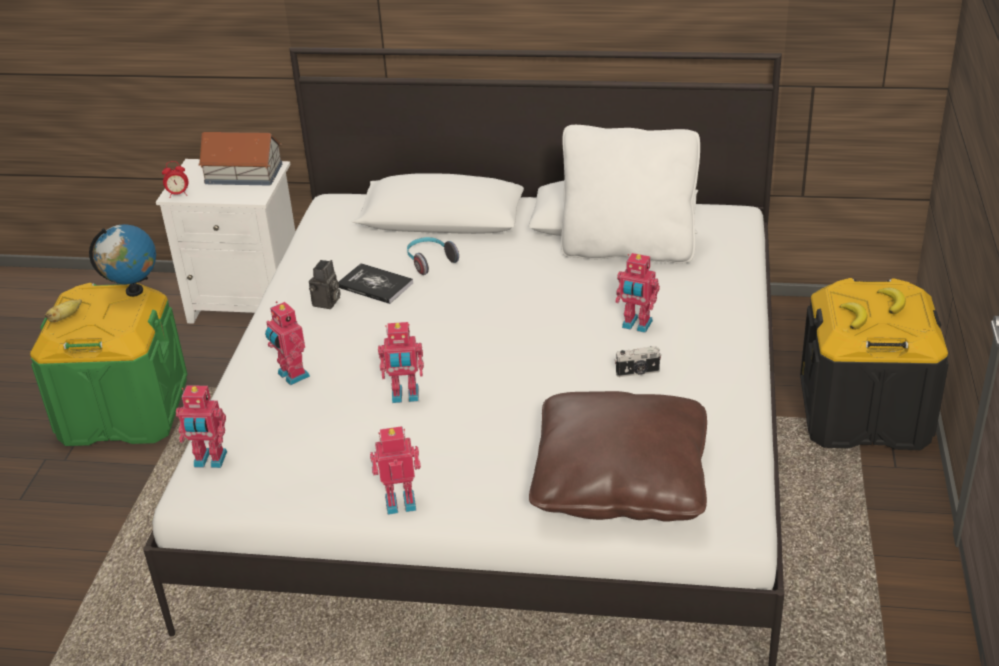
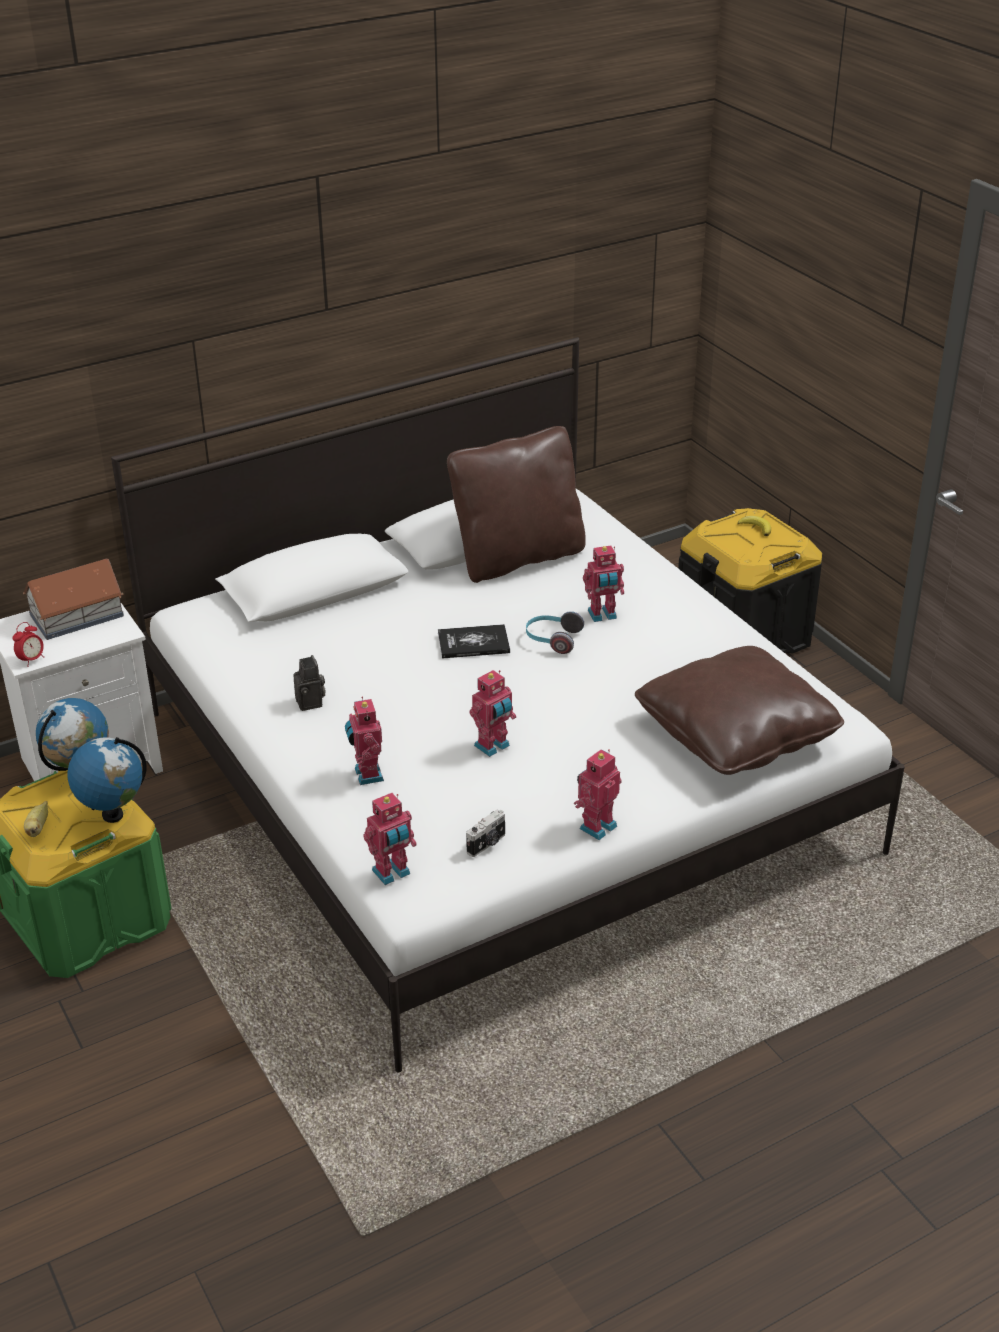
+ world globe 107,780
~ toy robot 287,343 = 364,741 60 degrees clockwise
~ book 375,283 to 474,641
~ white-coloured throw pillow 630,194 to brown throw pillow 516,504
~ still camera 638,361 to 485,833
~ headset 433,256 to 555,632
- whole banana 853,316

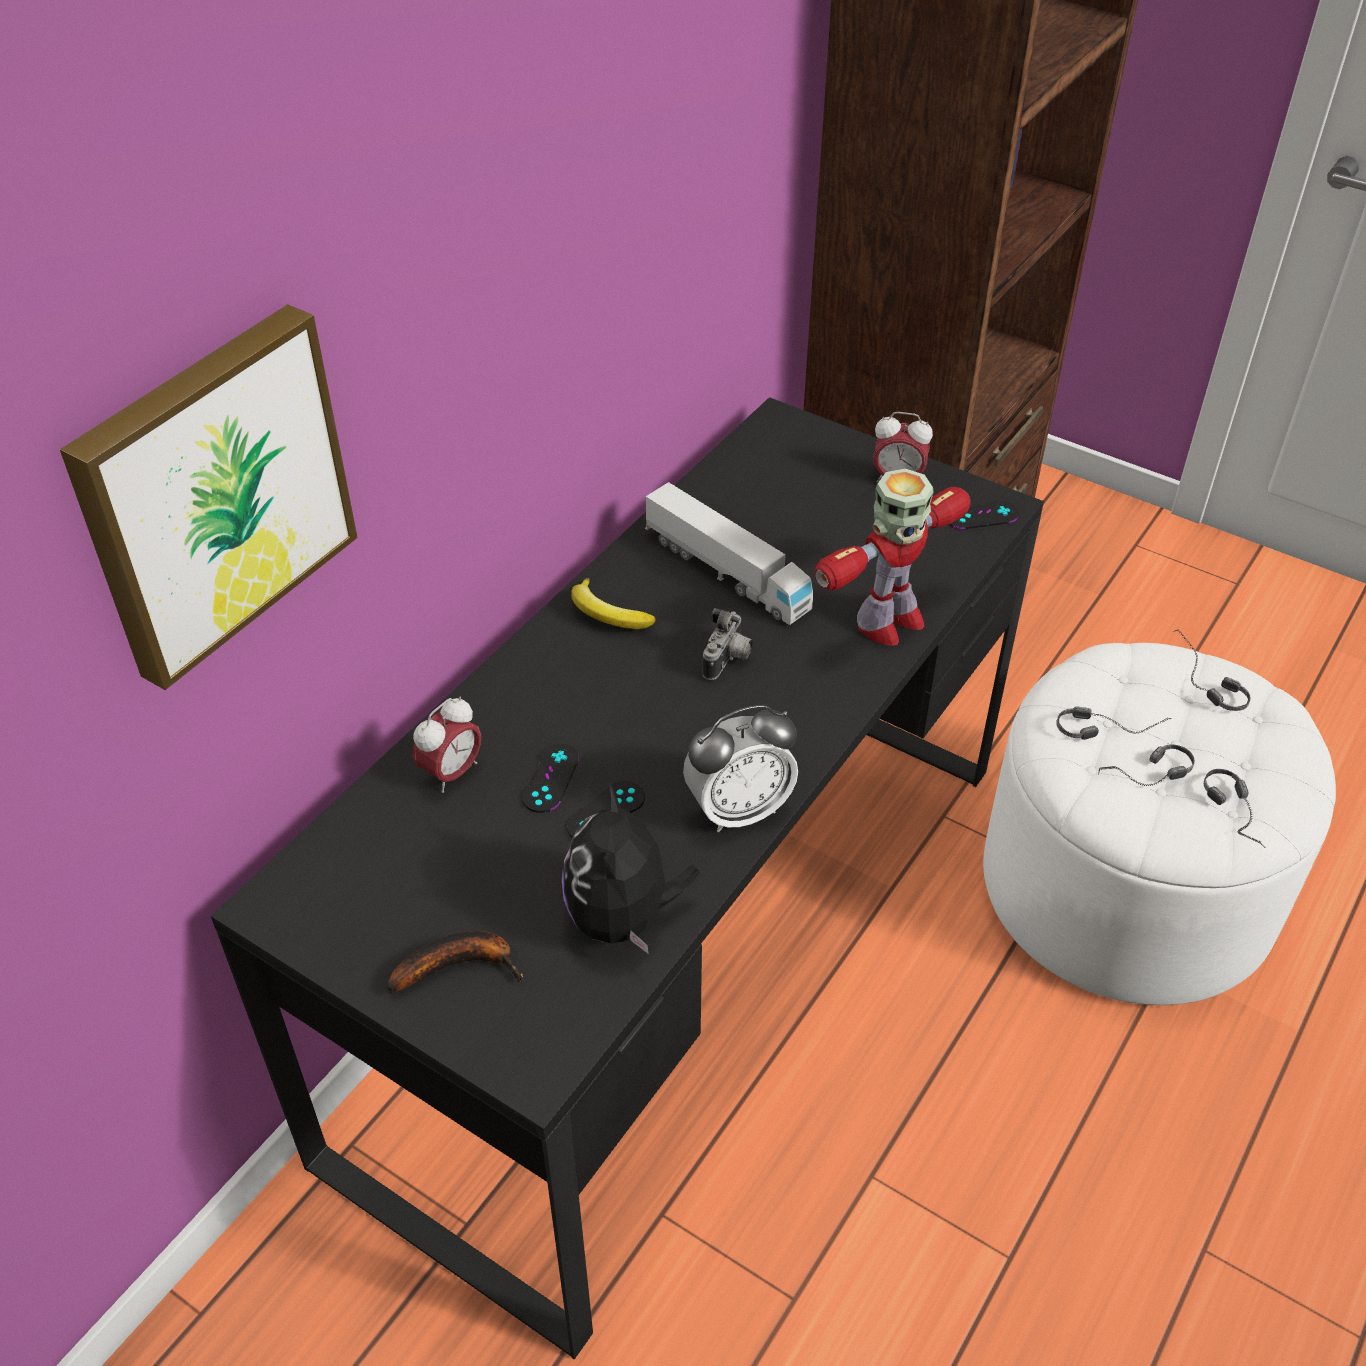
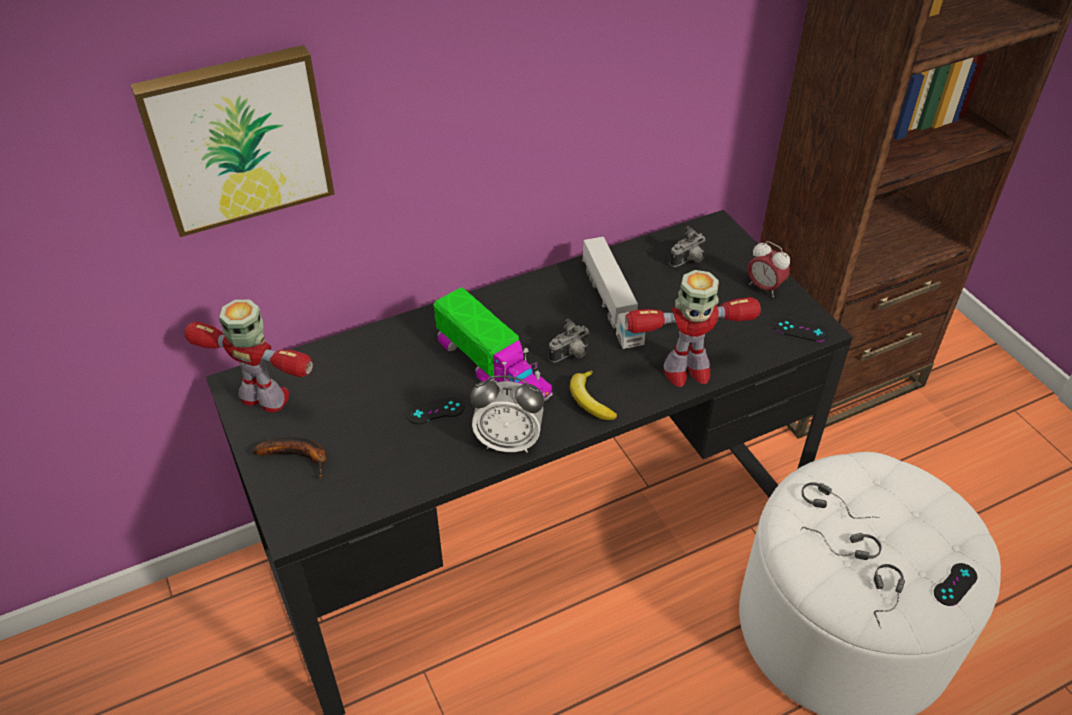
+ toy robot 248,355
+ toy truck 493,344
~ whole banana 613,603 to 593,395
+ still camera 688,246
~ black-coloured gamepad 550,778 to 956,584
- bedside clock 447,745
- plush toy 630,868
- headset 1212,670

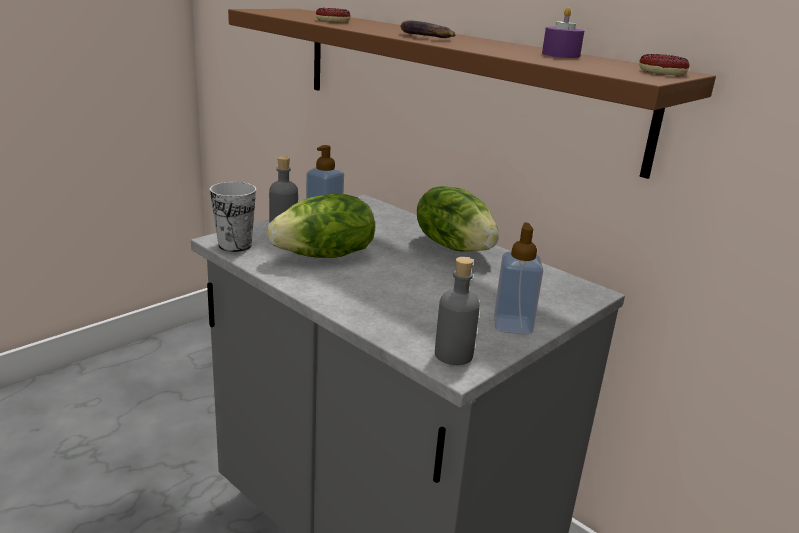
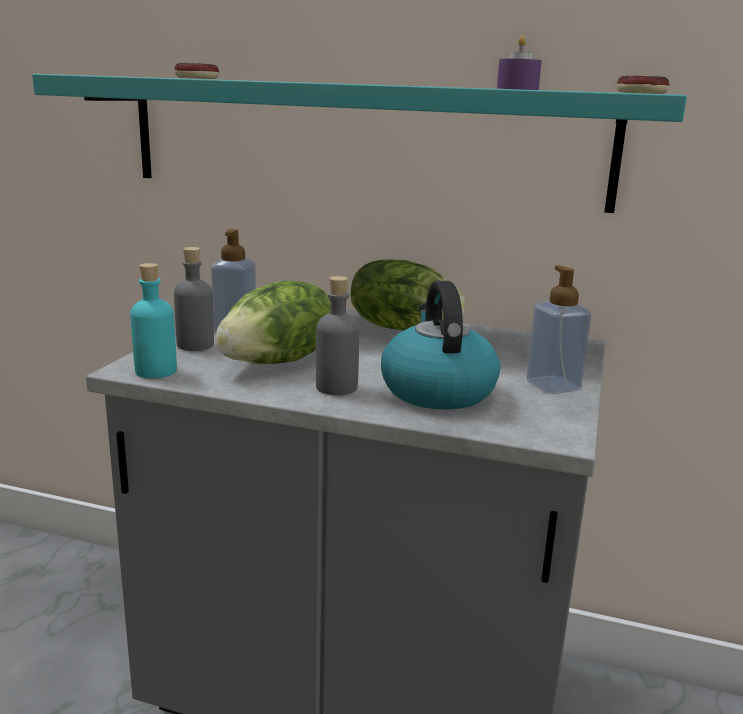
~ brown shelf 472,94 to turquoise-coloured shelf 359,143
~ small cup 233,217 to turquoise-coloured drink bottle 153,320
~ gray drink bottle 457,311 to 337,335
+ water kettle 440,345
- whole banana 428,29

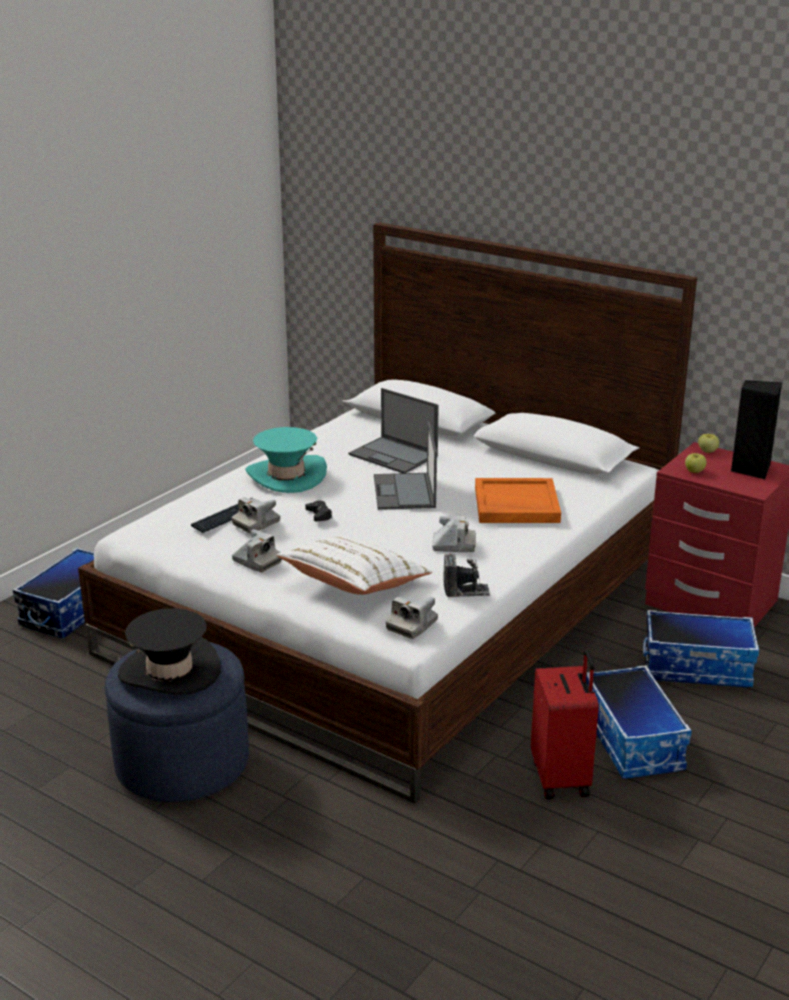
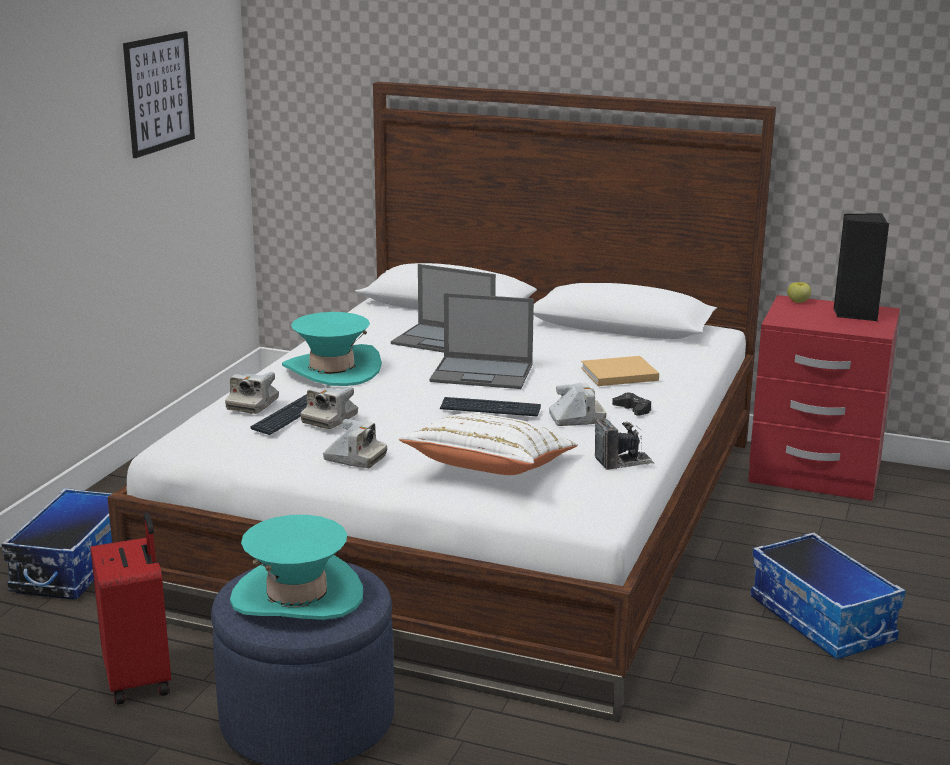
~ reddish piece of luggage 565,724 to 131,608
+ wall art 159,94
~ still camera 412,618 to 252,393
~ black-coloured clothing hat 169,651 to turquoise-coloured clothing hat 296,567
~ notebook computer 405,465 = 481,341 60 degrees counterclockwise
+ keyboard 490,407
~ orange-coloured serving tray 518,500 to beige-coloured book 620,371
~ black-coloured gamepad 318,510 to 631,404
- storage container 701,648
- apple fruit 695,463

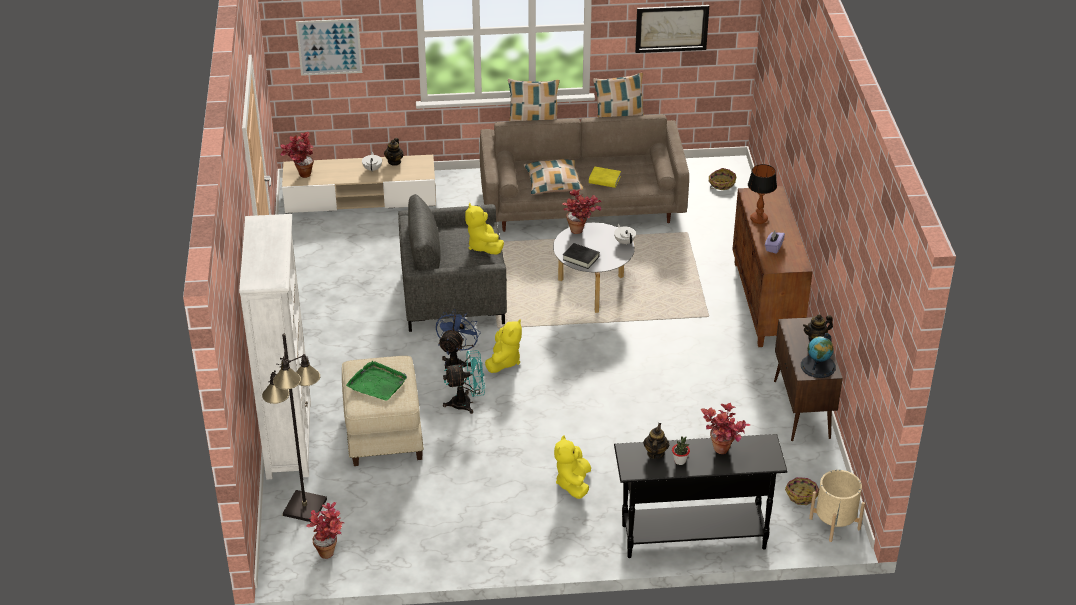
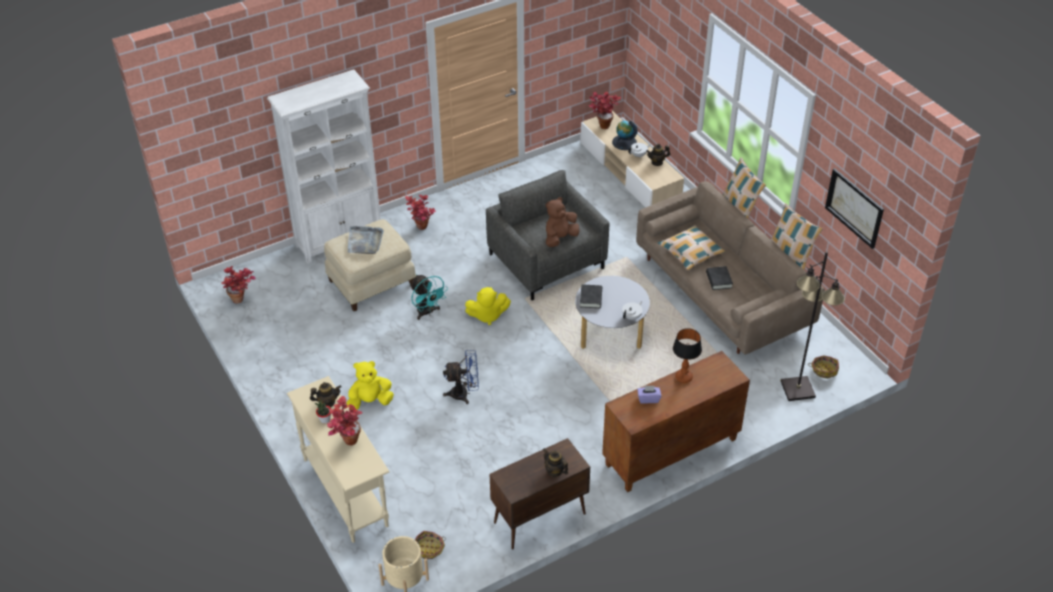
~ black-coloured narrow table 701,496 to beige-coloured narrow table 338,459
~ green-coloured serving tray 376,381 to gray serving tray 366,240
~ houseplant 582,211 to 420,212
~ bluish cooling fan 458,339 to 461,377
~ yellow-coloured plush toy 484,228 to brown plush toy 562,222
~ world globe 818,355 to 625,135
~ yellow-coloured book 605,177 to black-coloured book 719,278
~ black-coloured floor lamp 294,428 to 813,326
- wall art 329,47

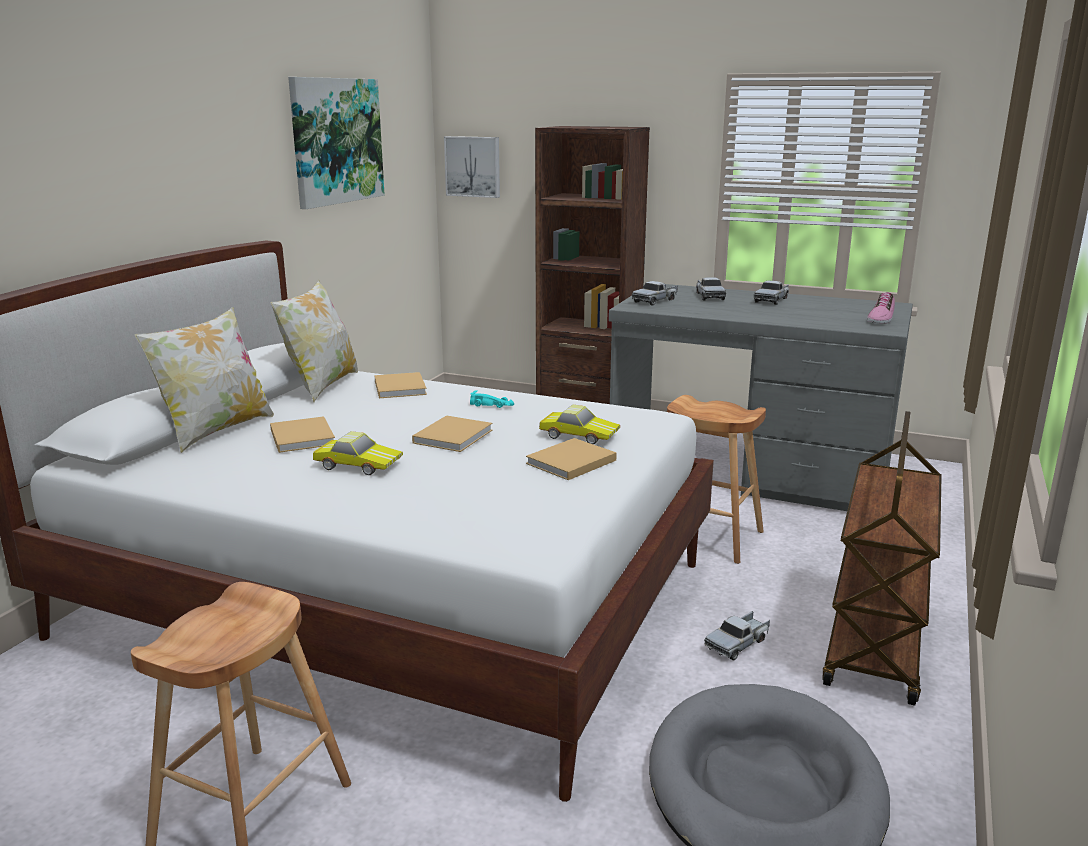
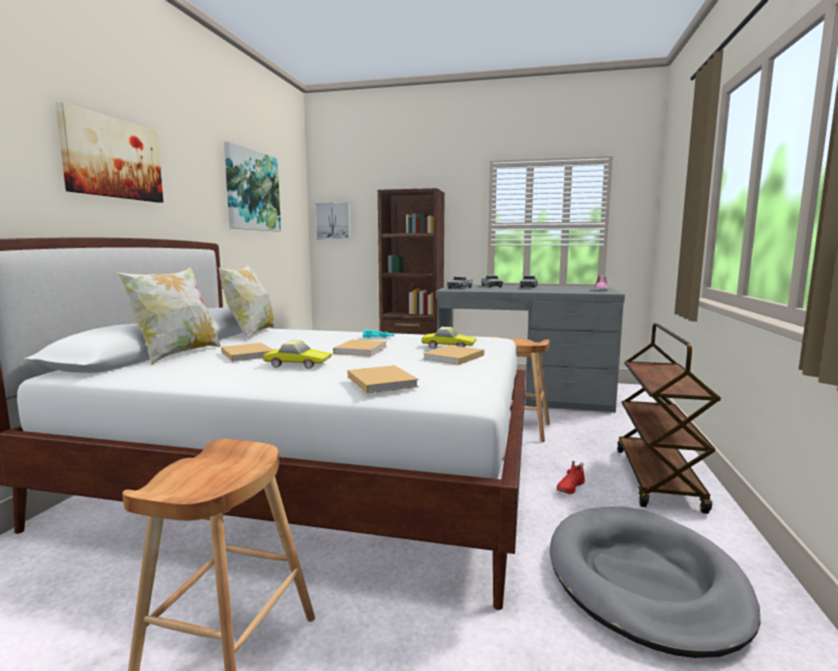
+ wall art 109,152
~ beige-coloured book 400,385 to 383,379
~ toy truck 737,635 to reddish shoe 571,477

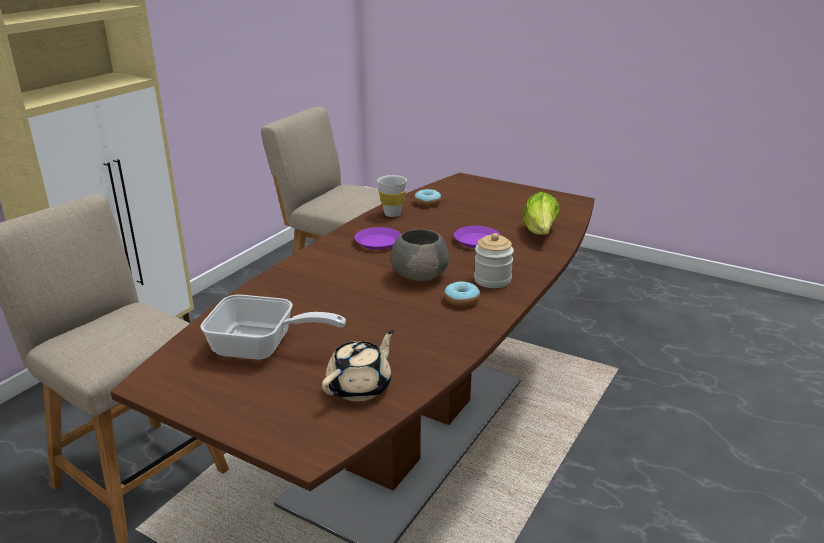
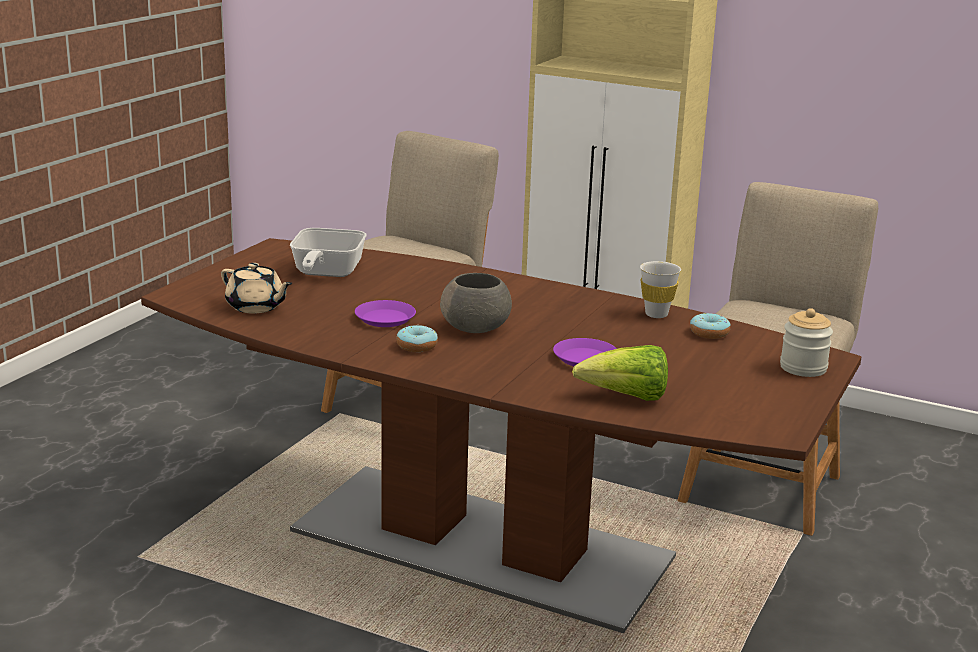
~ purple-coloured plate 377,238 to 385,313
~ preserve jar 494,260 to 806,342

